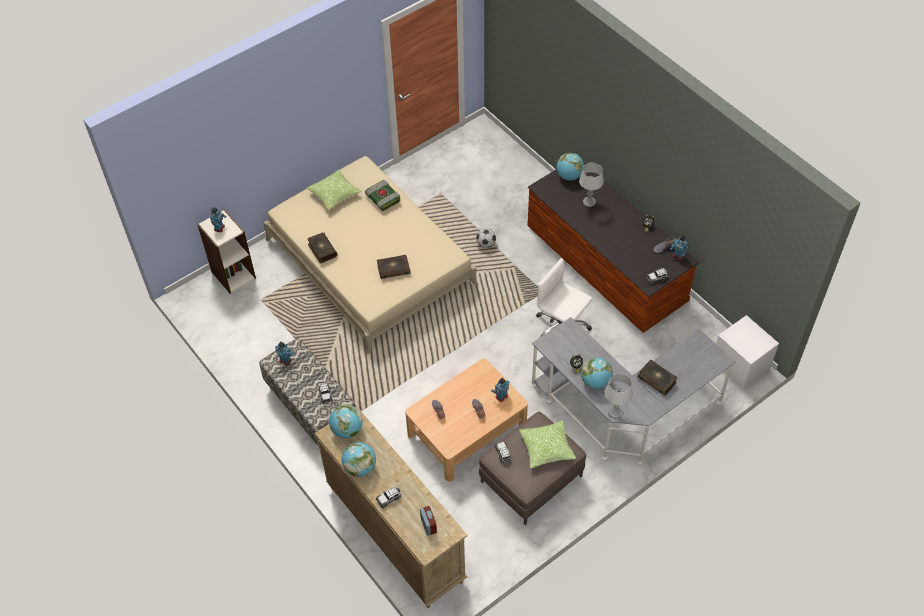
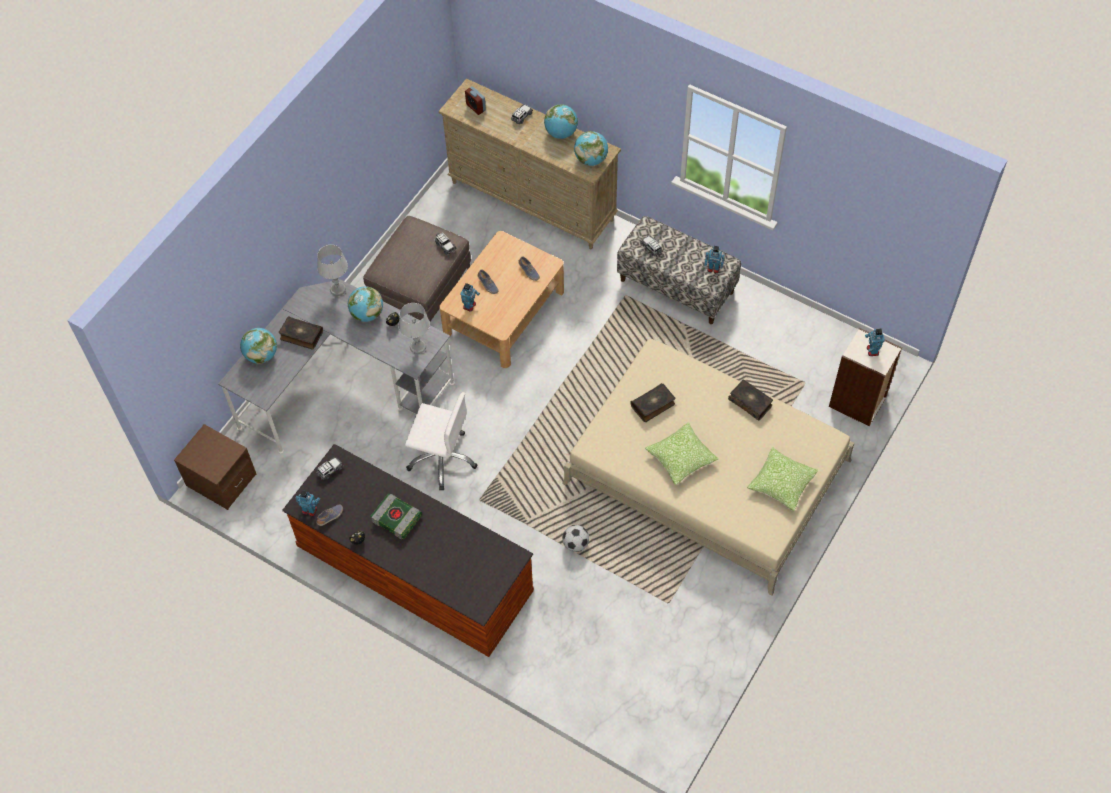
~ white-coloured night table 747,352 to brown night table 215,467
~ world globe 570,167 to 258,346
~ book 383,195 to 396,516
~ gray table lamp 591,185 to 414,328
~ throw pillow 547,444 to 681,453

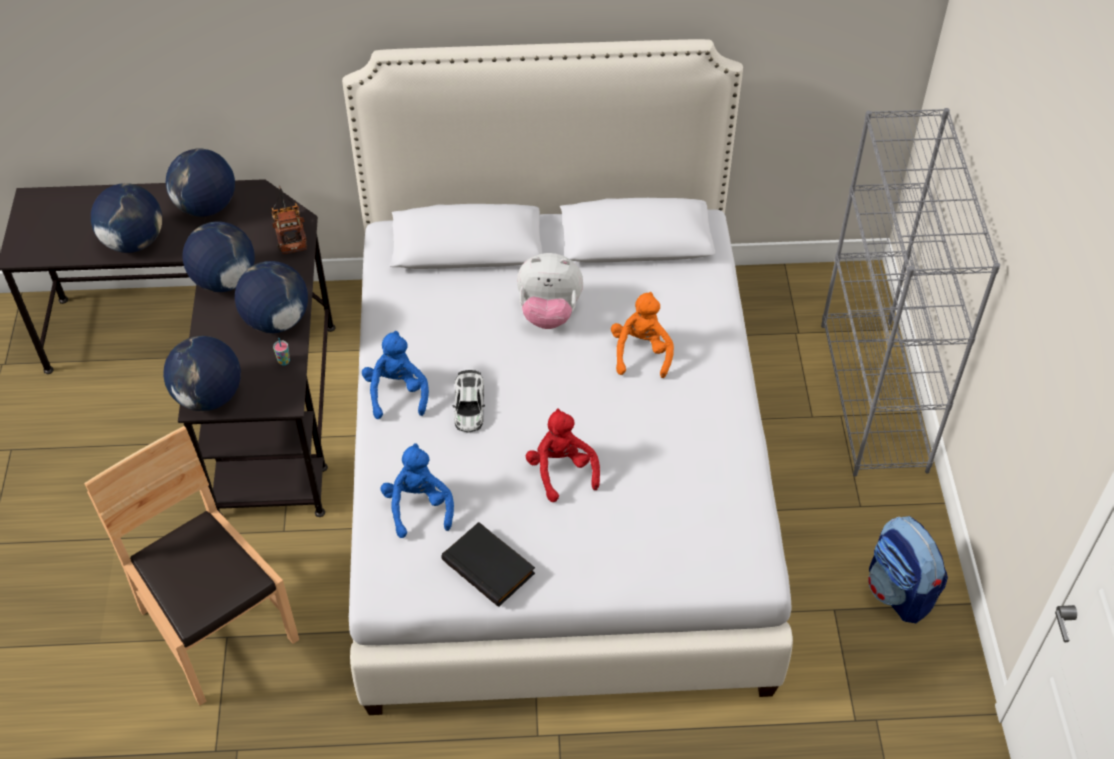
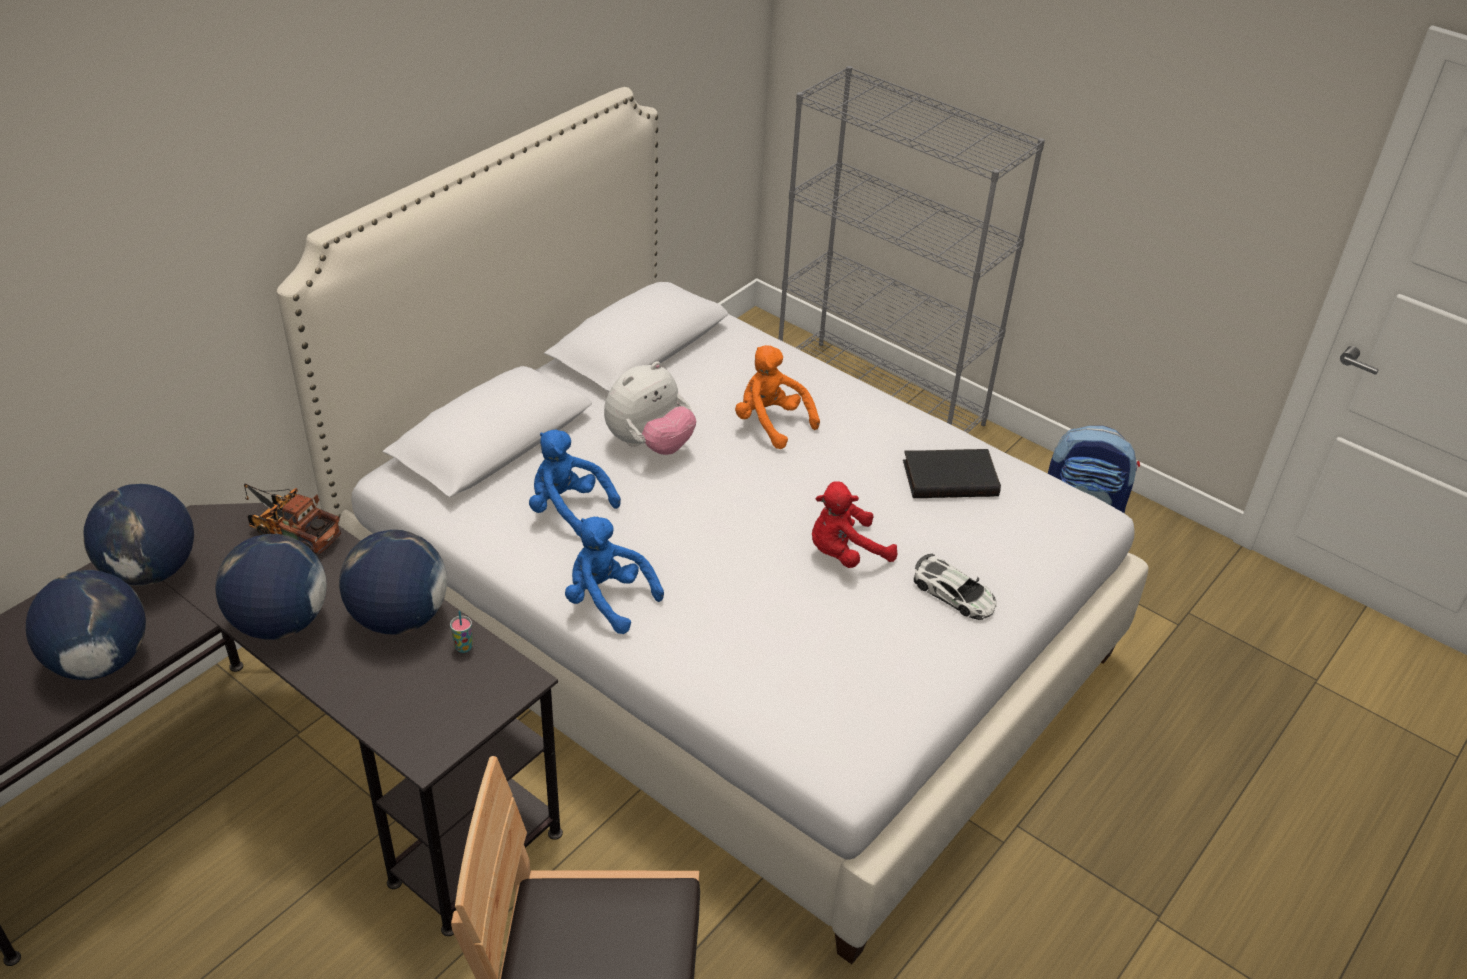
~ bluish plush toy 417,490 to 575,483
~ reddish plush toy 563,455 = 854,524 45 degrees counterclockwise
~ black-coloured book 488,564 to 952,473
~ toy car 469,401 to 955,587
- world globe 202,373

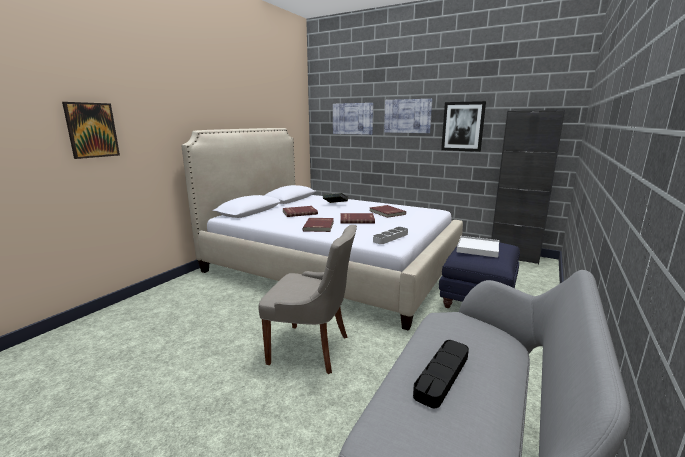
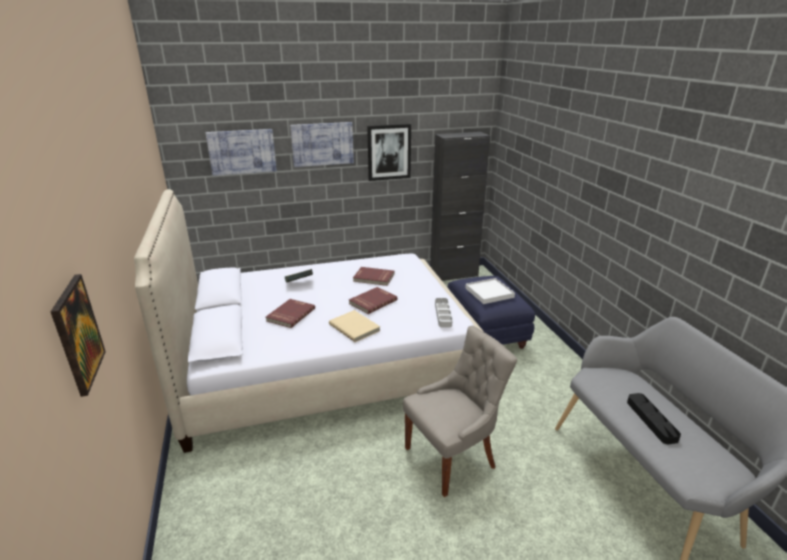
~ reddish book 318,225 to beige-coloured book 354,326

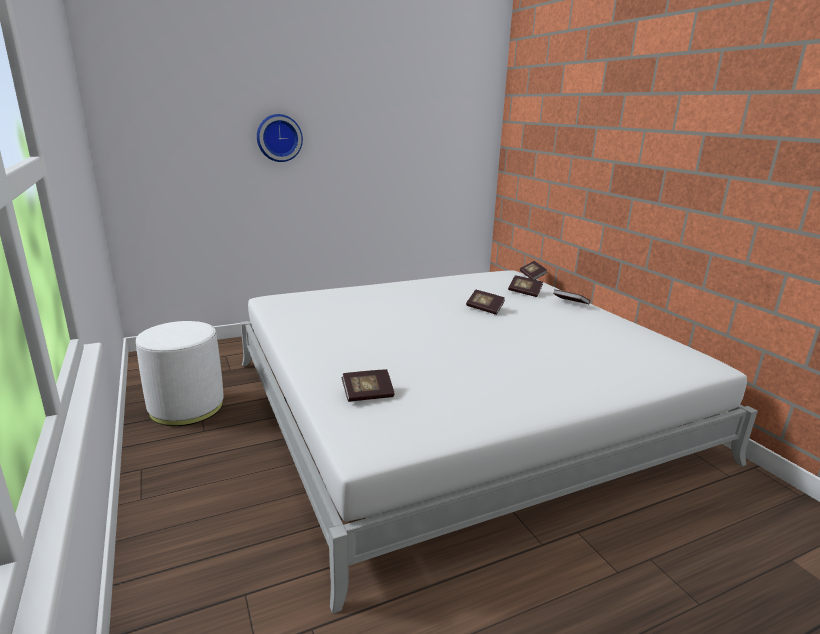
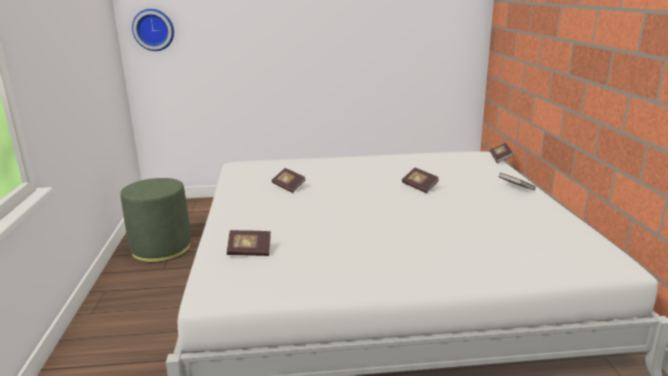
~ white-coloured ottoman 180,373 to green-coloured ottoman 155,220
~ wall clock 280,138 to 153,30
~ book 525,286 to 288,180

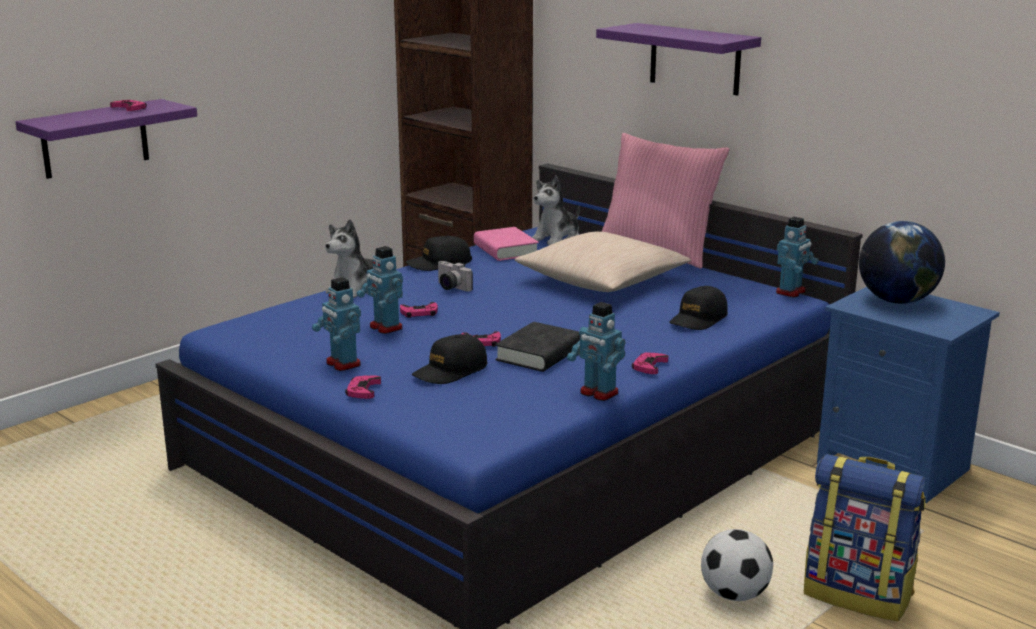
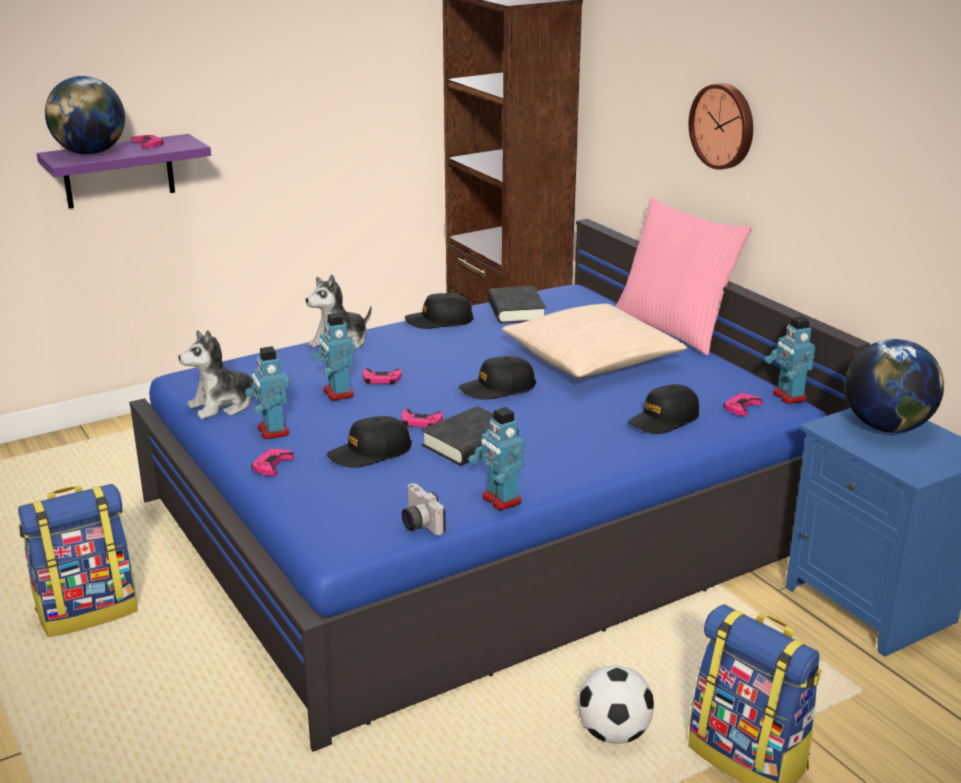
+ rucksack 78,560
+ world globe 85,115
~ plush toy 556,210 to 216,374
~ still camera 455,276 to 424,509
+ black-coloured baseball cap 497,378
~ pinkish book 506,244 to black-coloured book 517,305
~ purple-coloured shelf 678,59 to wall clock 721,126
~ pinkish gamepad 650,363 to 743,404
~ toy robot 797,257 = 789,360 105 degrees clockwise

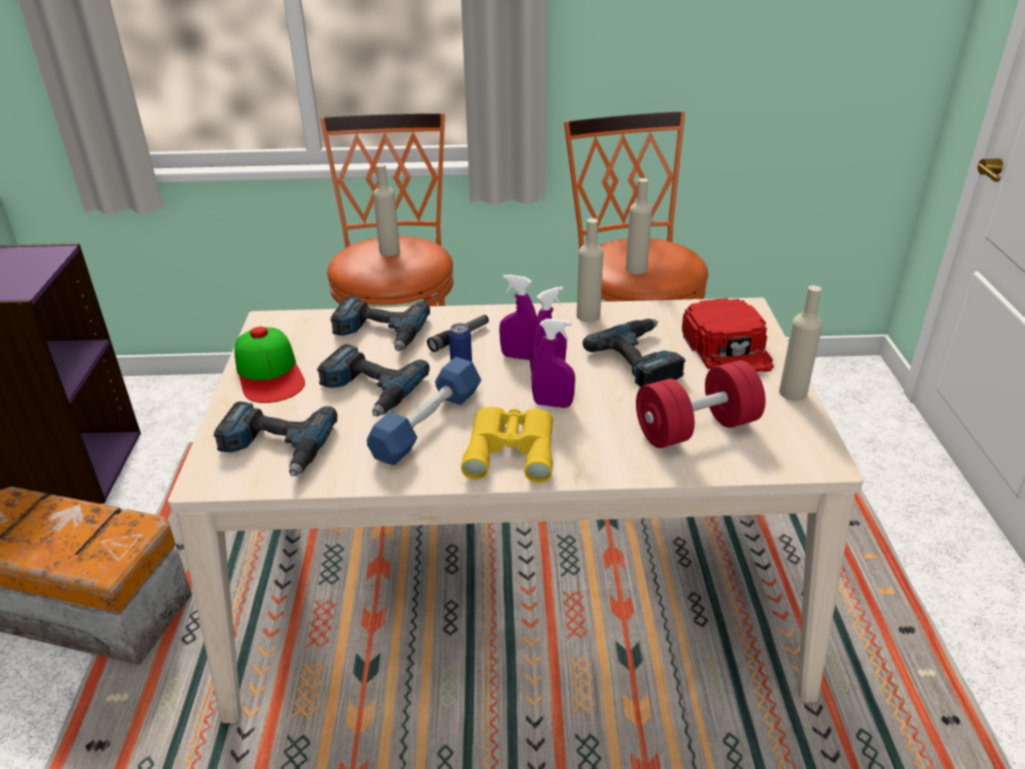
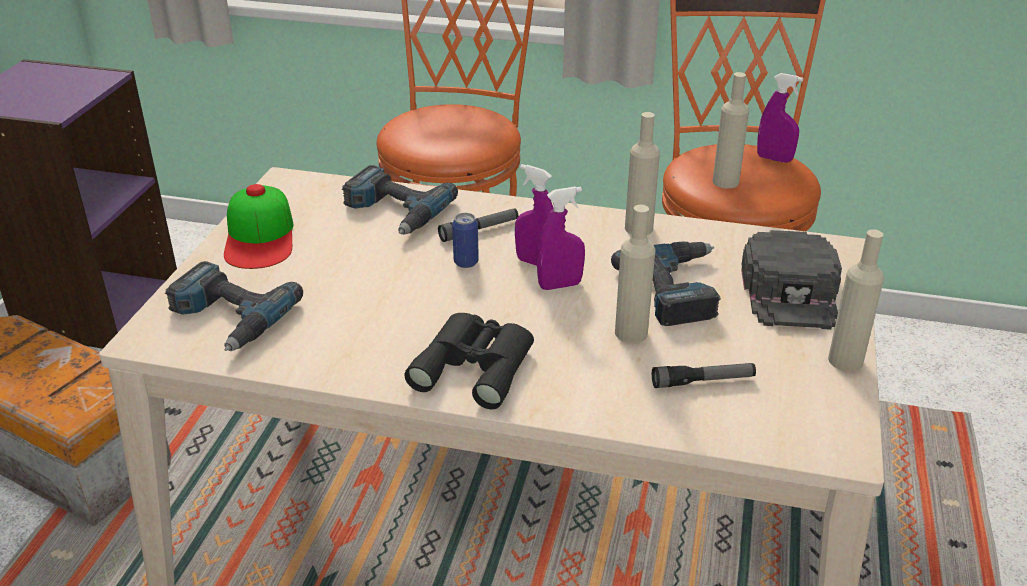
~ yellow-coloured field glasses 507,445 to black-coloured field glasses 469,361
~ beige-coloured drink bottle 386,210 to 635,274
~ reddish free weight 700,404 to hand torch 704,375
~ reddish baseball cap 728,335 to black-coloured baseball cap 791,280
~ purple-coloured hand sprayer 553,363 to 780,118
- power drill 373,380
- bluish free weight 424,411

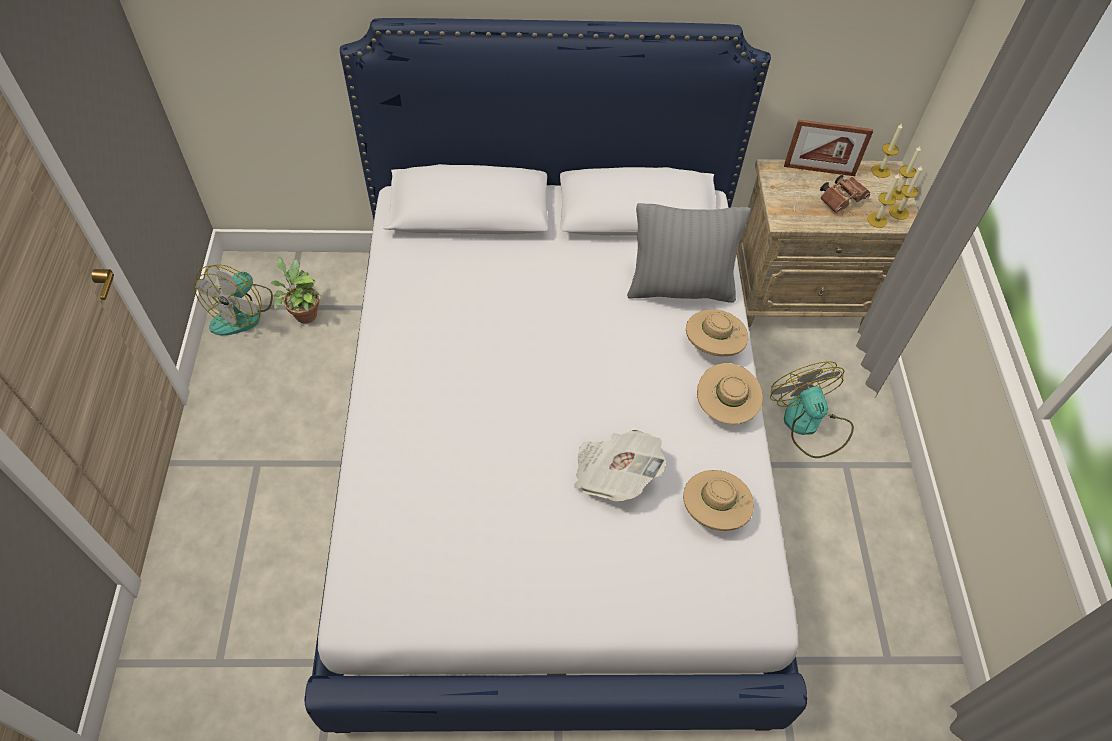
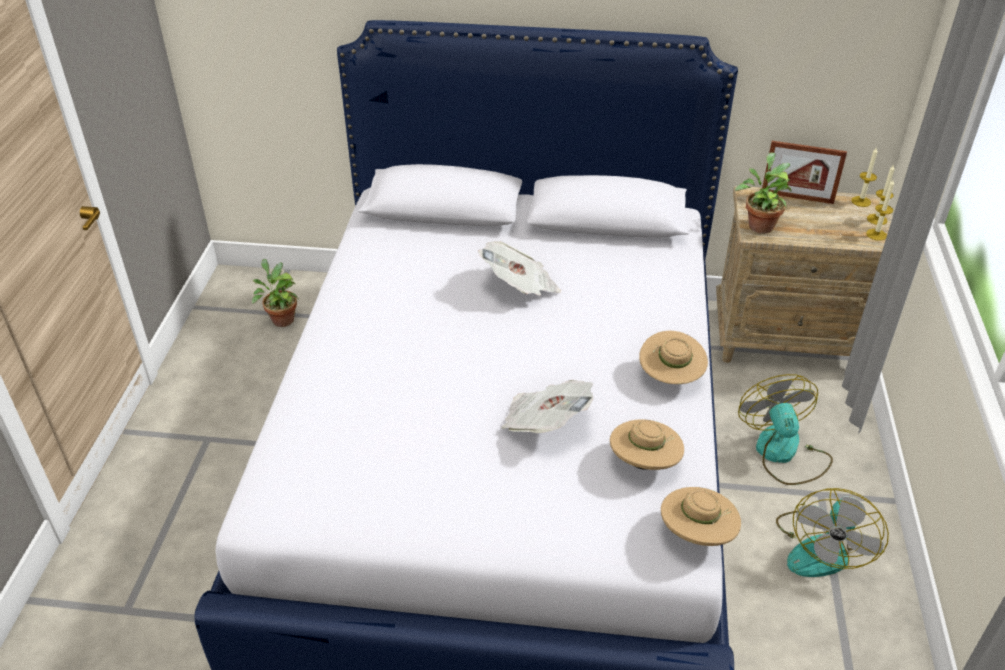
+ newspaper 519,268
~ beige-coloured clothing hat 717,332 to 701,516
+ houseplant 763,193
~ cooling fan 233,299 to 832,532
- gray throw pillow 688,252
- brown field glasses 845,194
- candle 883,201

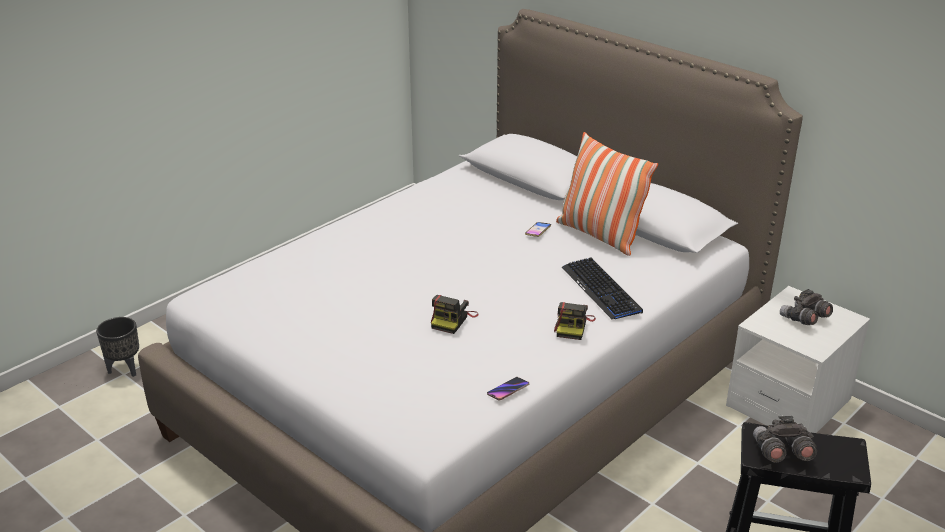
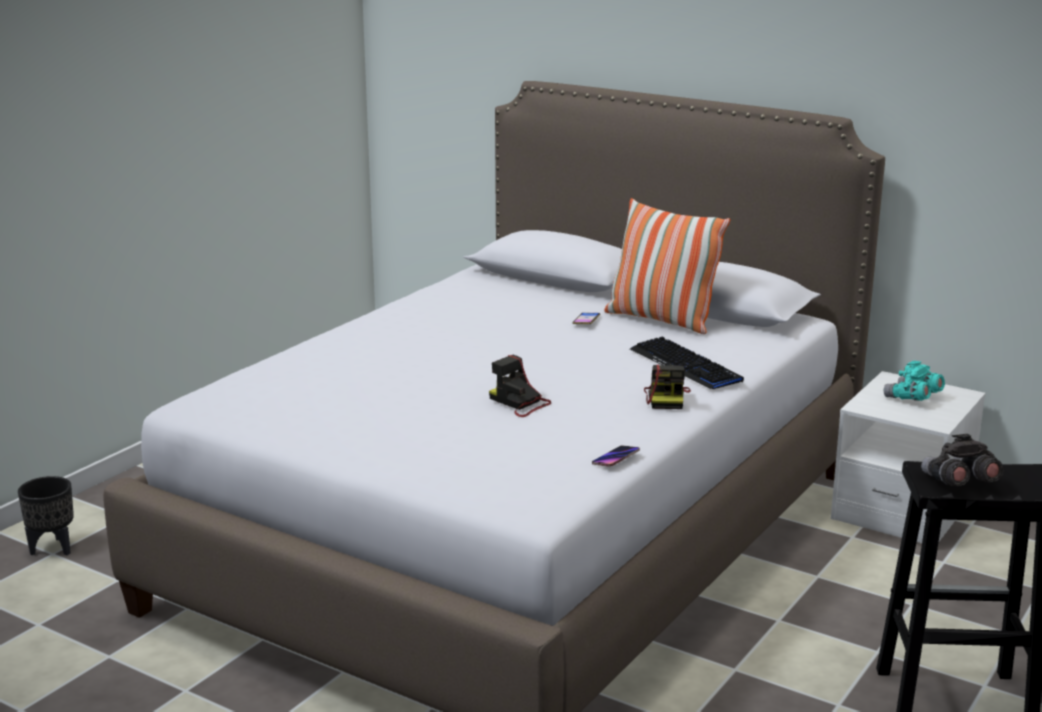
~ still camera 455,314 = 520,385 120 degrees clockwise
~ gray field glasses 806,307 to turquoise-coloured field glasses 914,381

